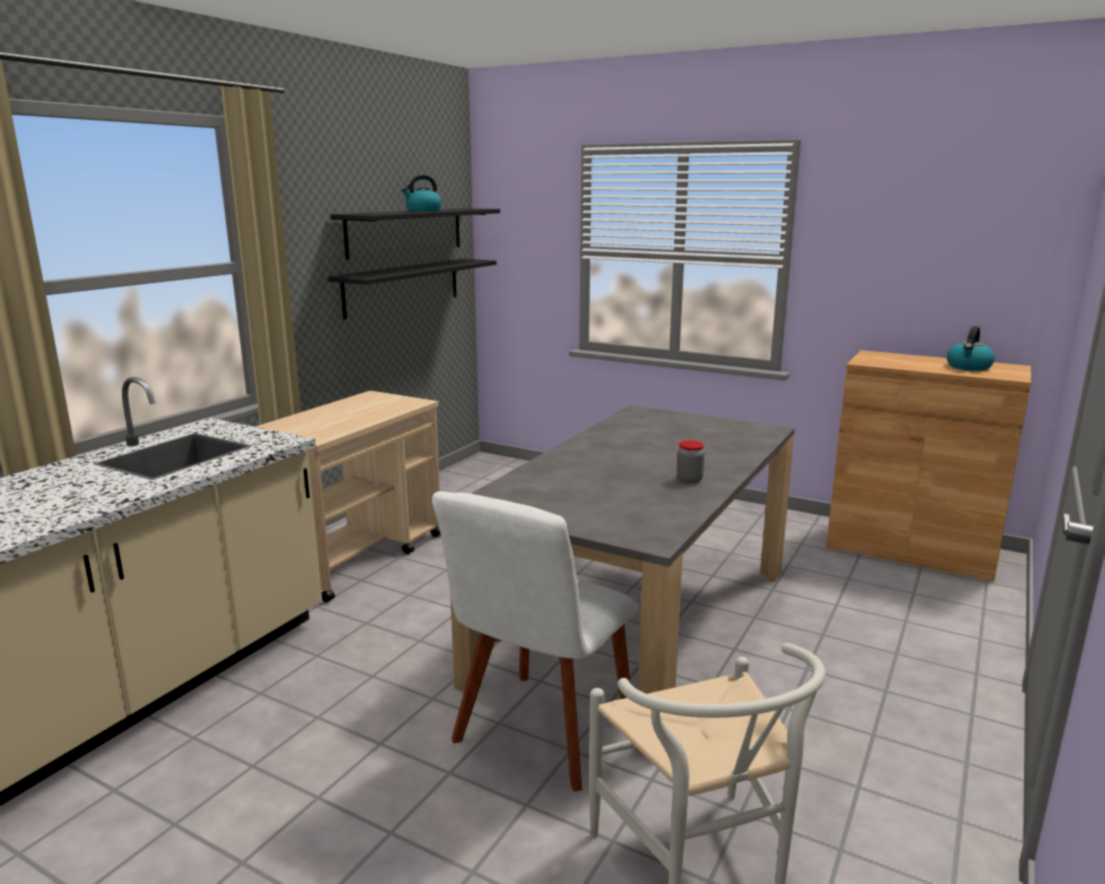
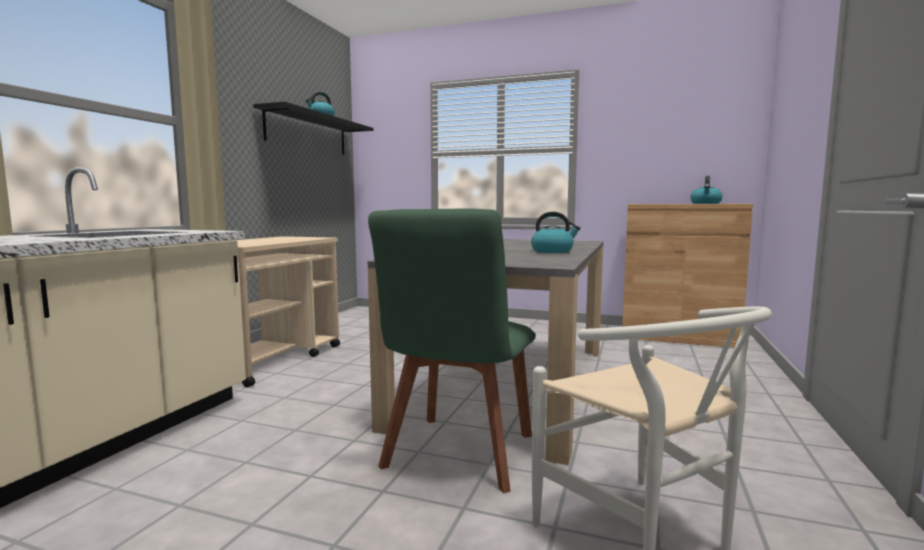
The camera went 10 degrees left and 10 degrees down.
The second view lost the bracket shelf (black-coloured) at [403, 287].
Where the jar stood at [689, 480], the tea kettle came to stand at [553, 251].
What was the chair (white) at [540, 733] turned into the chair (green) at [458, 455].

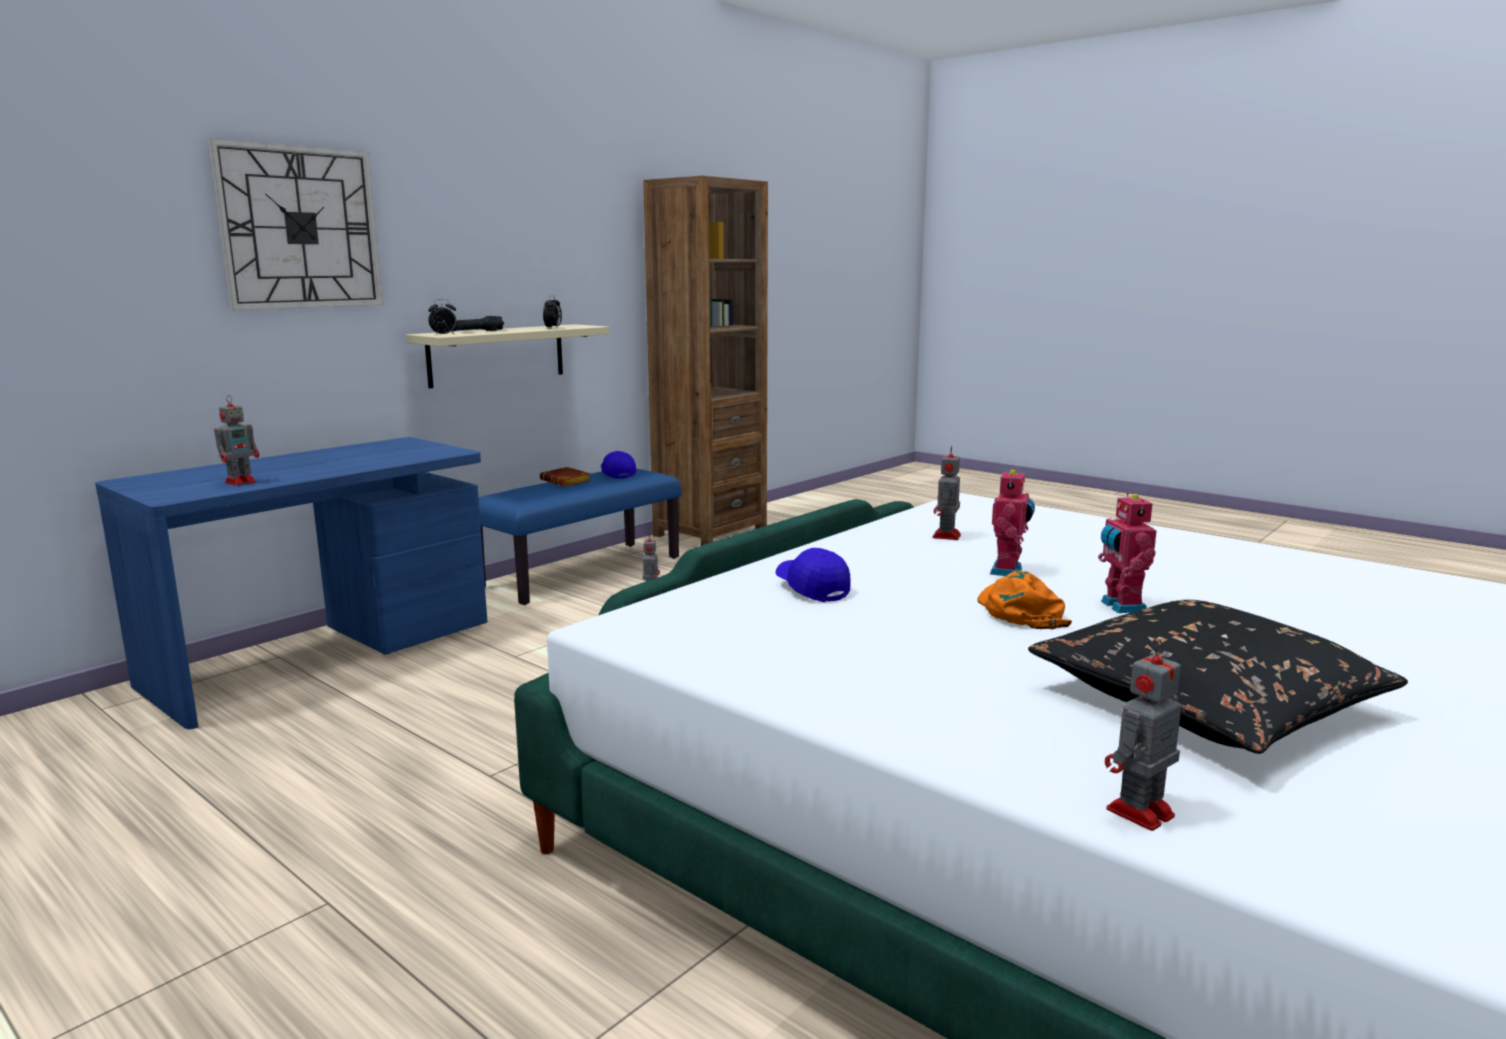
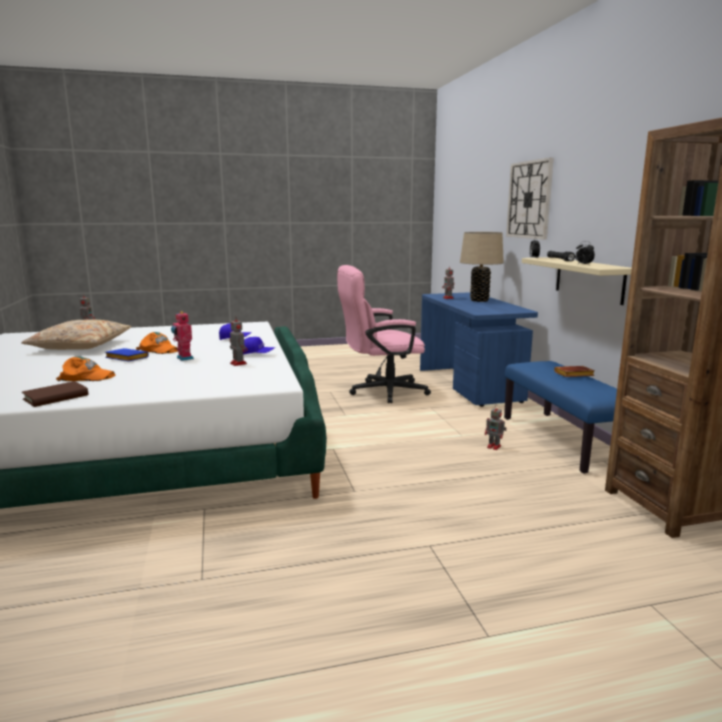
The camera went 125 degrees right and 0 degrees up.
The second view gained the bound book (brown-coloured) at [56, 397].
The second view gained the baseball cap (orange-coloured) at [86, 377].
The second view gained the computer chair (pinkish) at [381, 391].
The second view gained the table lamp (beige) at [479, 300].
The baseball cap (blue) ended up elsewhere, having gone from [617, 474] to [257, 354].
Where the toy robot stood at [1120, 606], the bound book (blue) came to stand at [125, 358].
What was the throw pillow (black-coloured) at [1207, 702] turned into the throw pillow (beige) at [80, 346].

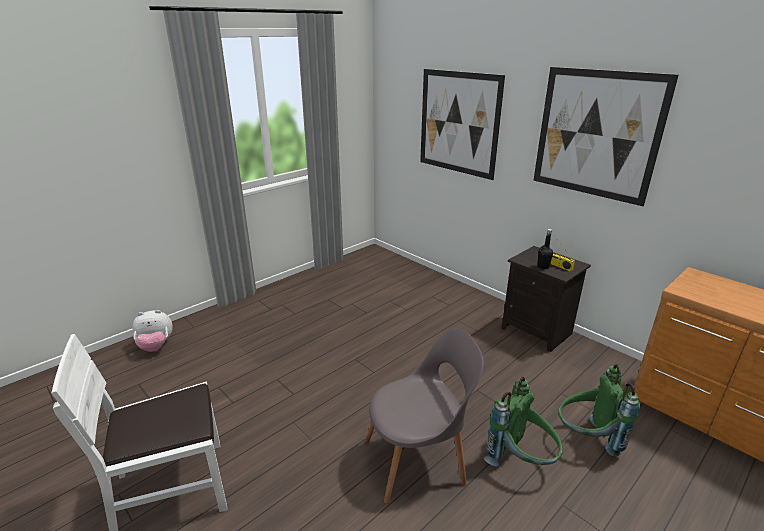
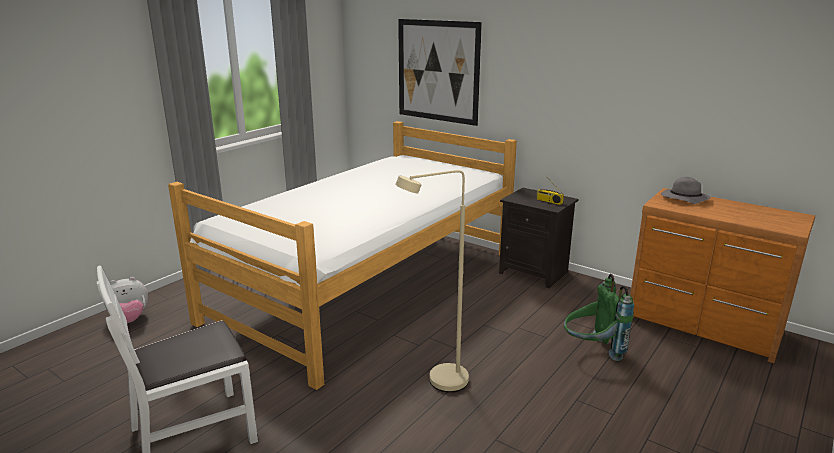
The camera went 10 degrees left and 5 degrees down.
The second view lost the knapsack (green) at [521, 461].
The second view lost the wall picture at [596, 134].
The second view lost the bottle (black-coloured) at [543, 267].
The second view gained the bedroom bed at [369, 286].
The second view gained the clothing hat (gray) at [684, 199].
Where the chair (gray) stood at [418, 460], the standing lamp (beige) came to stand at [438, 383].

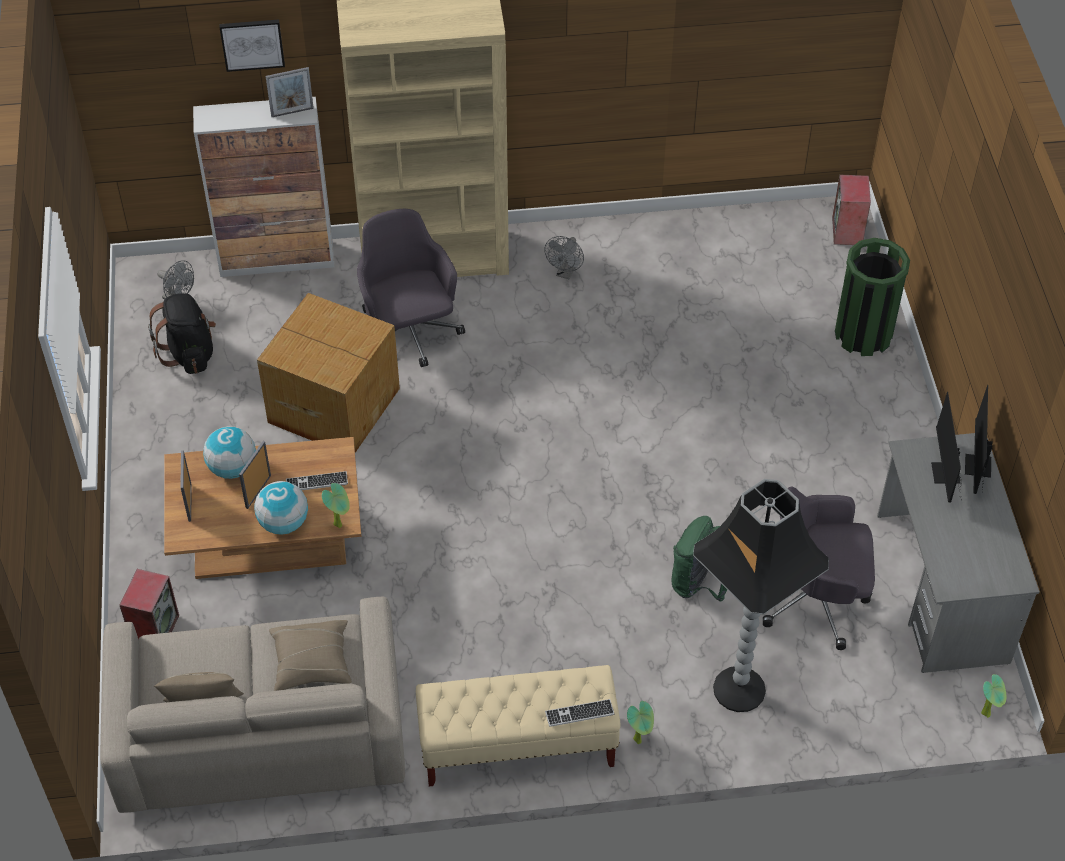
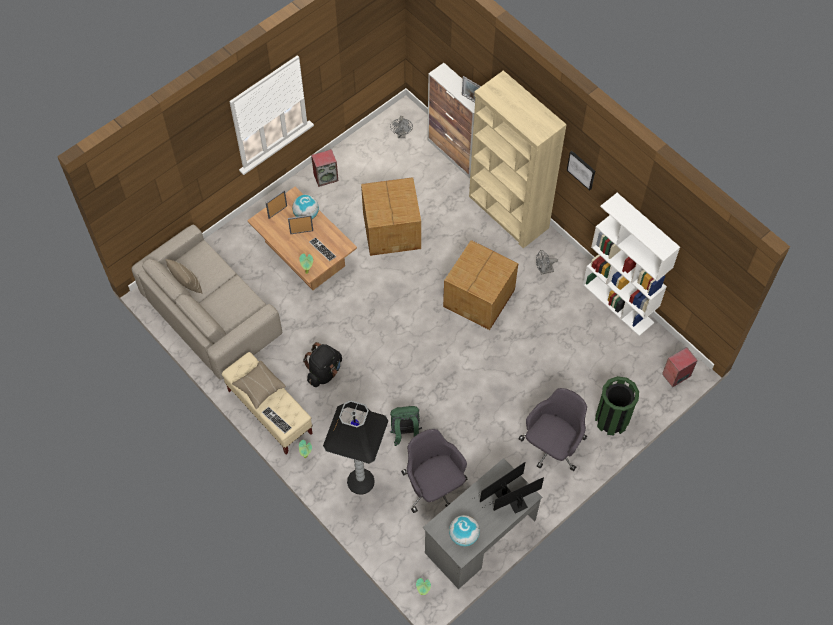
The camera went 55 degrees right and 10 degrees up.
The second view gained the cardboard box at [480, 298].
The second view gained the shelving unit (white) at [618, 303].
The audio speaker ended up elsewhere, having gone from [155, 628] to [326, 177].
The knapsack (black-coloured) ended up elsewhere, having gone from [189, 353] to [324, 372].
The wall picture ended up elsewhere, having gone from [252, 44] to [581, 169].
The globe ended up elsewhere, having gone from [284, 523] to [464, 535].
The throw pillow (beige) ended up elsewhere, having gone from [311, 663] to [259, 387].
The computer chair (gray) ended up elsewhere, having gone from [409, 334] to [552, 446].

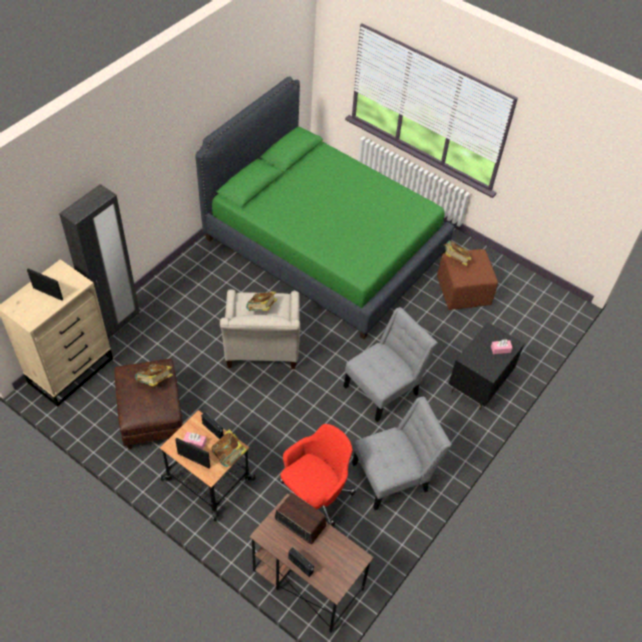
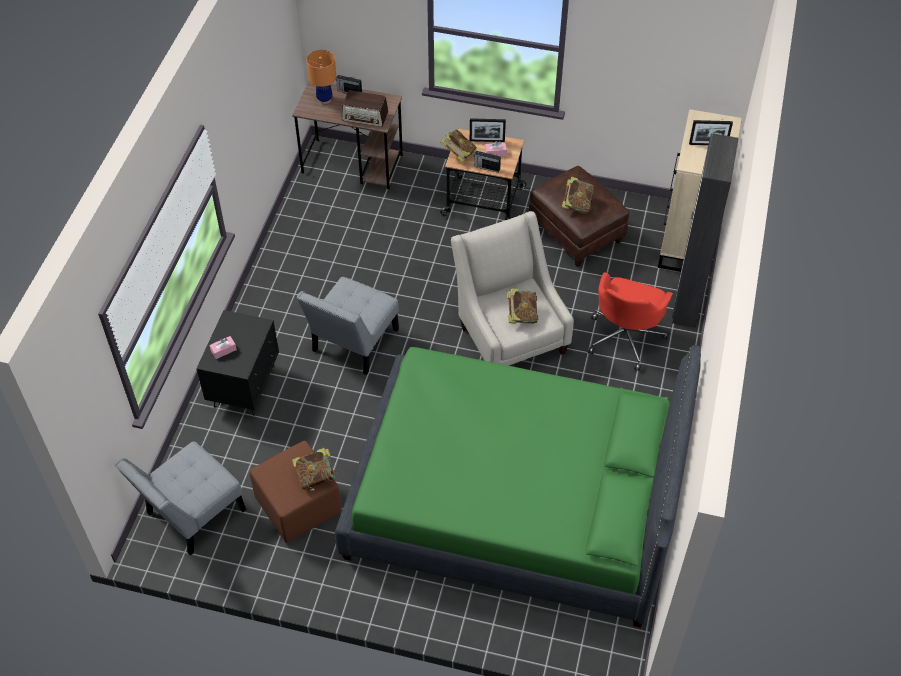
The camera went 160 degrees right and 0 degrees up.
The second view gained the table lamp (orange-coloured) at [324, 99].
The computer chair (red-coloured) ended up elsewhere, having gone from [315, 495] to [625, 337].
The chair (gray) ended up elsewhere, having gone from [394, 475] to [191, 515].

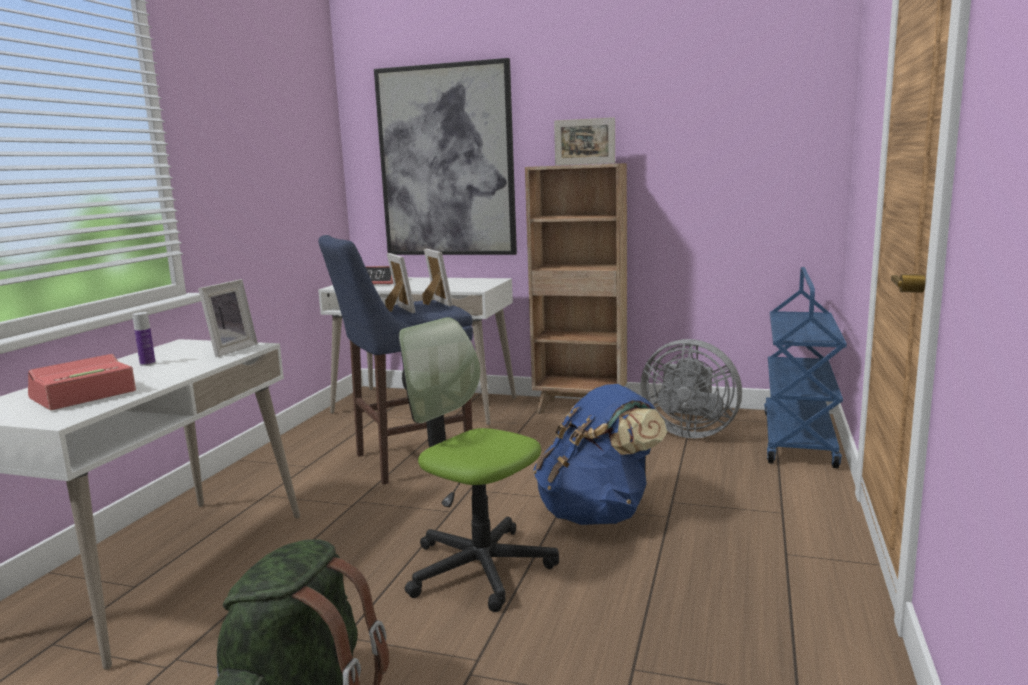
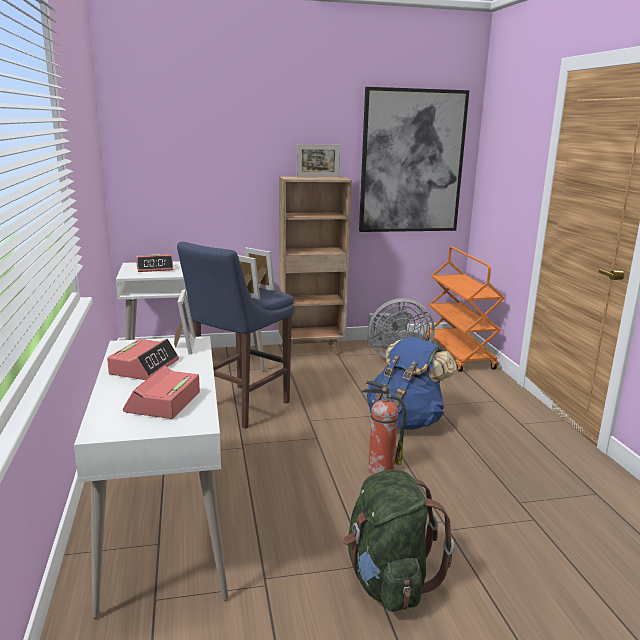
The camera went 30 degrees left and 5 degrees up.
The wall picture ended up elsewhere, having gone from [447, 161] to [412, 162].
Where the bottle stood at [147, 364], the table clock came to stand at [144, 367].
Where the computer chair stood at [479, 568], the fire-fighting cylinder came to stand at [379, 469].
What was the trolley (blue) at [799, 440] turned into the trolley (orange-coloured) at [459, 354].

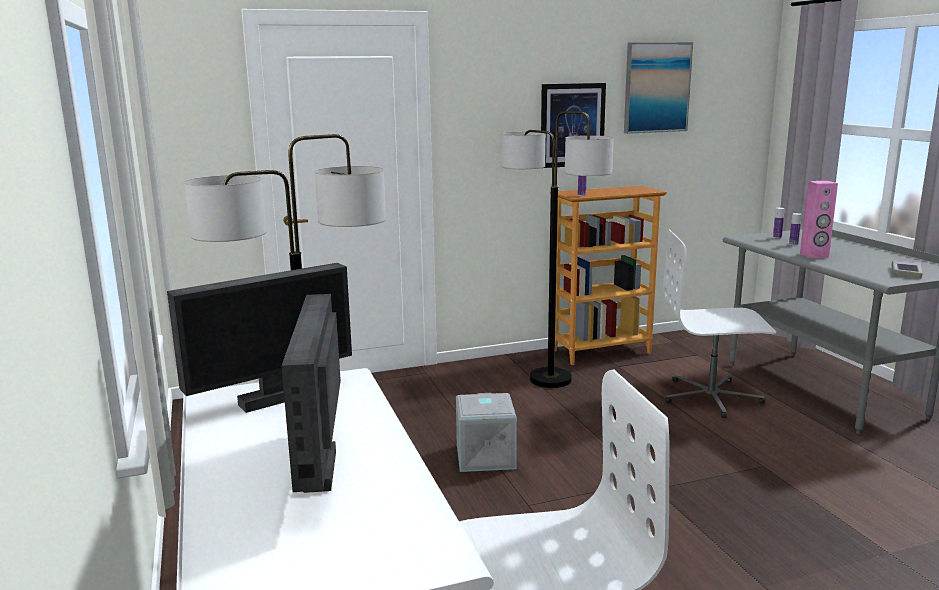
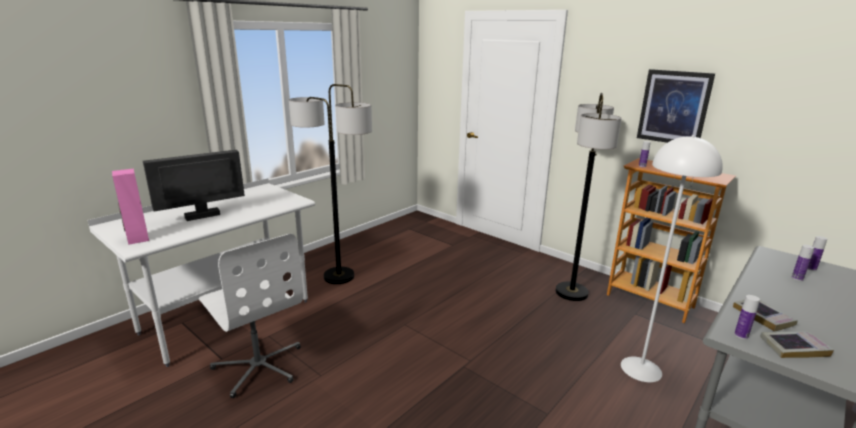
The camera went 60 degrees right and 5 degrees up.
The second view lost the computer display at [272, 400].
The second view lost the storage box (gray) at [484, 456].
The second view lost the wall picture at [656, 87].
The second view gained the bound book at [763, 317].
The second view gained the bottle at [741, 335].
The audio speaker (pinkish) ended up elsewhere, having gone from [814, 255] to [137, 239].
Where the computer chair (white) stood at [711, 397], the standing lamp (white) came to stand at [641, 368].

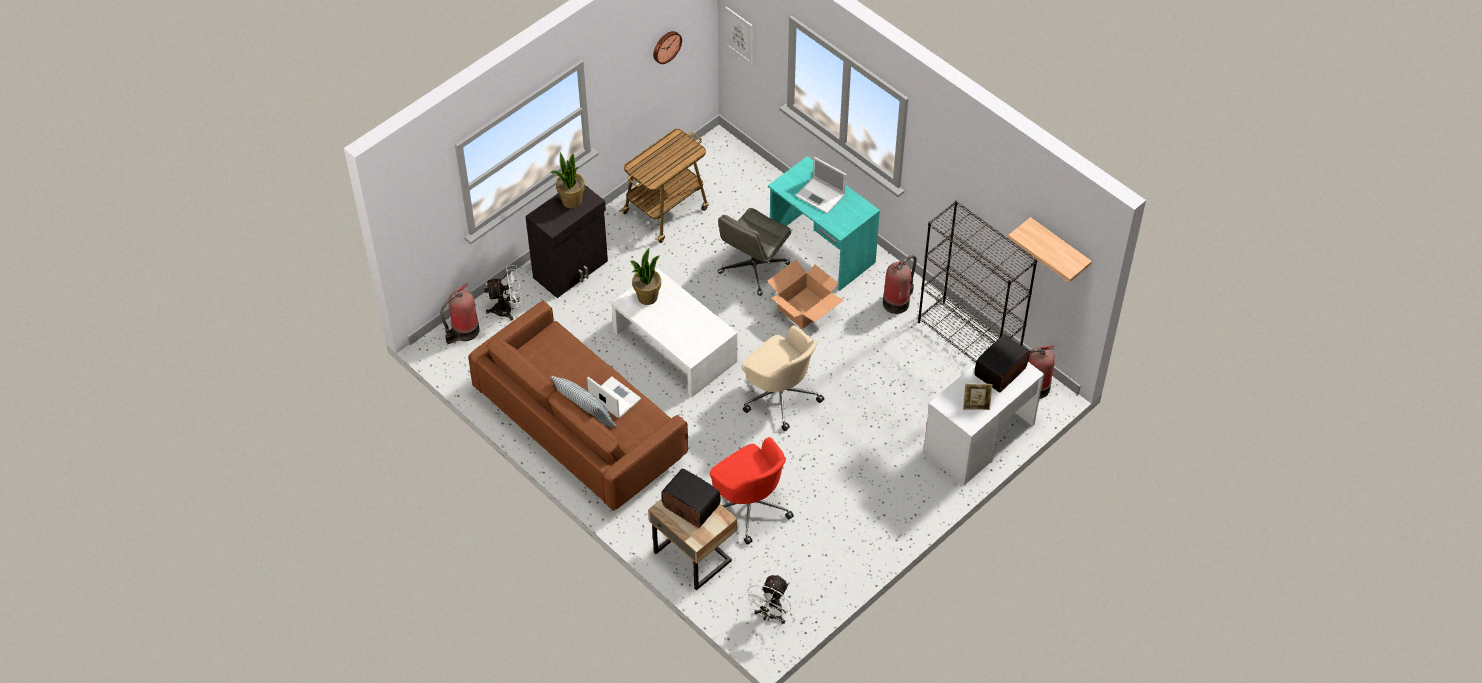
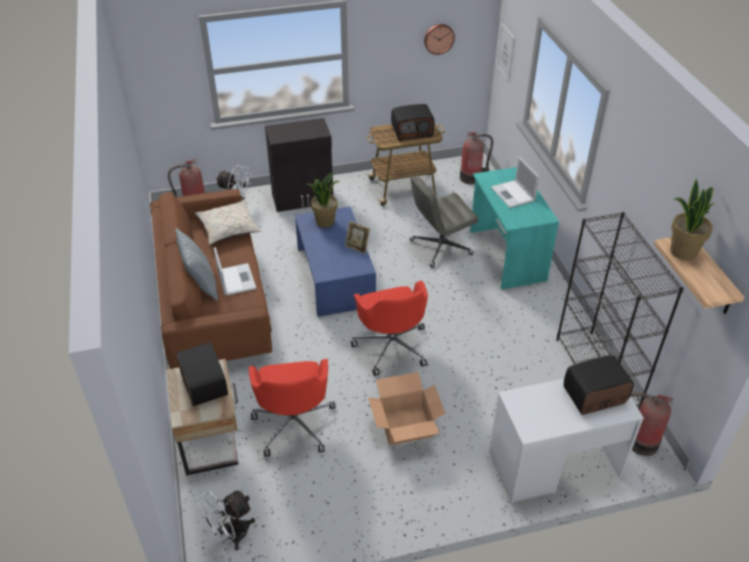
The camera went 30 degrees right and 10 degrees down.
The second view gained the throw pillow (beige) at [228, 229].
The second view gained the radio set at [412, 132].
The potted plant ended up elsewhere, having gone from [571, 201] to [682, 251].
The cardboard box ended up elsewhere, having gone from [804, 308] to [406, 426].
The fire-fighting cylinder ended up elsewhere, having gone from [897, 302] to [472, 177].
The photo frame ended up elsewhere, having gone from [976, 405] to [357, 247].
What was the low table (white) at [674, 347] turned into the low table (blue) at [334, 276].
What was the computer chair (beige) at [780, 395] turned into the computer chair (red-coloured) at [391, 346].

